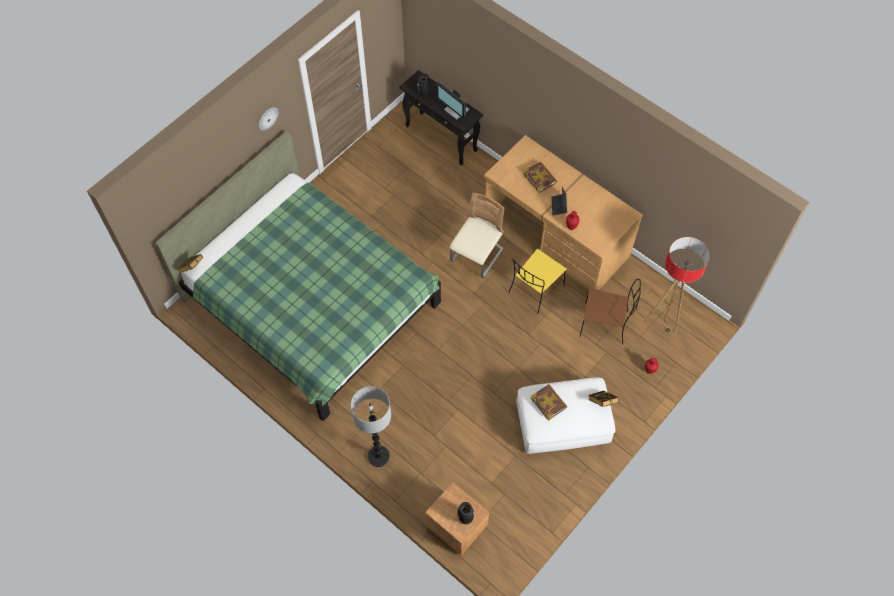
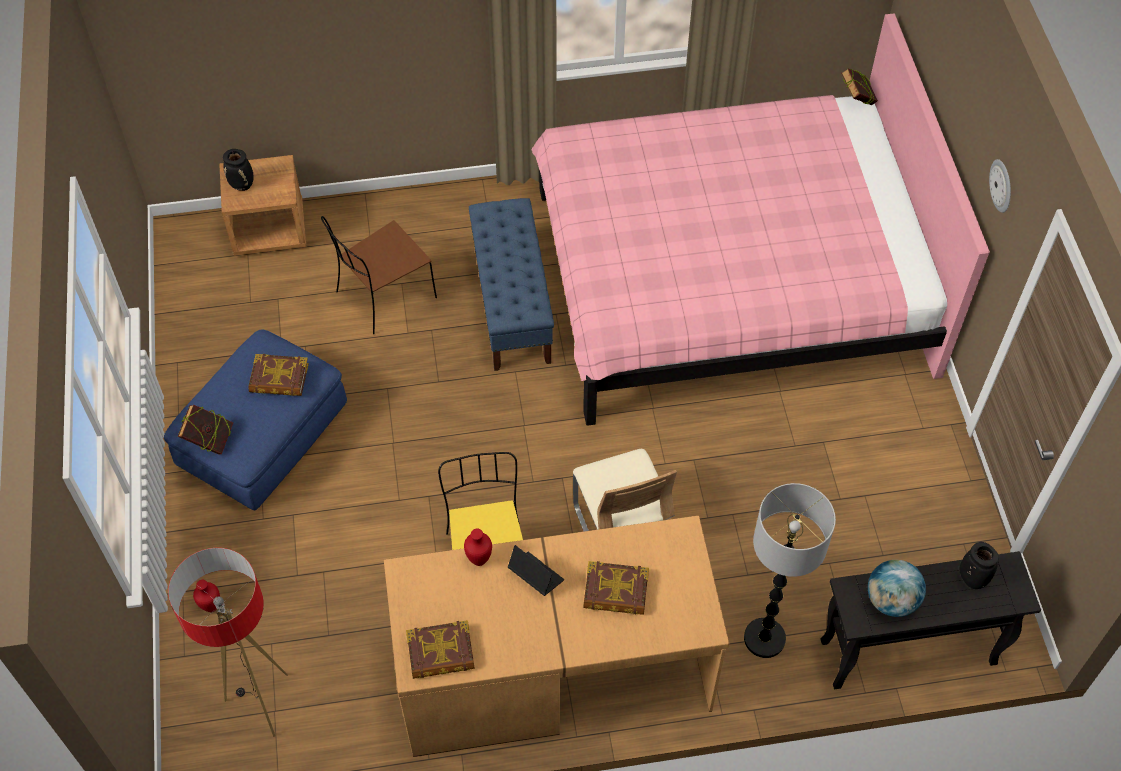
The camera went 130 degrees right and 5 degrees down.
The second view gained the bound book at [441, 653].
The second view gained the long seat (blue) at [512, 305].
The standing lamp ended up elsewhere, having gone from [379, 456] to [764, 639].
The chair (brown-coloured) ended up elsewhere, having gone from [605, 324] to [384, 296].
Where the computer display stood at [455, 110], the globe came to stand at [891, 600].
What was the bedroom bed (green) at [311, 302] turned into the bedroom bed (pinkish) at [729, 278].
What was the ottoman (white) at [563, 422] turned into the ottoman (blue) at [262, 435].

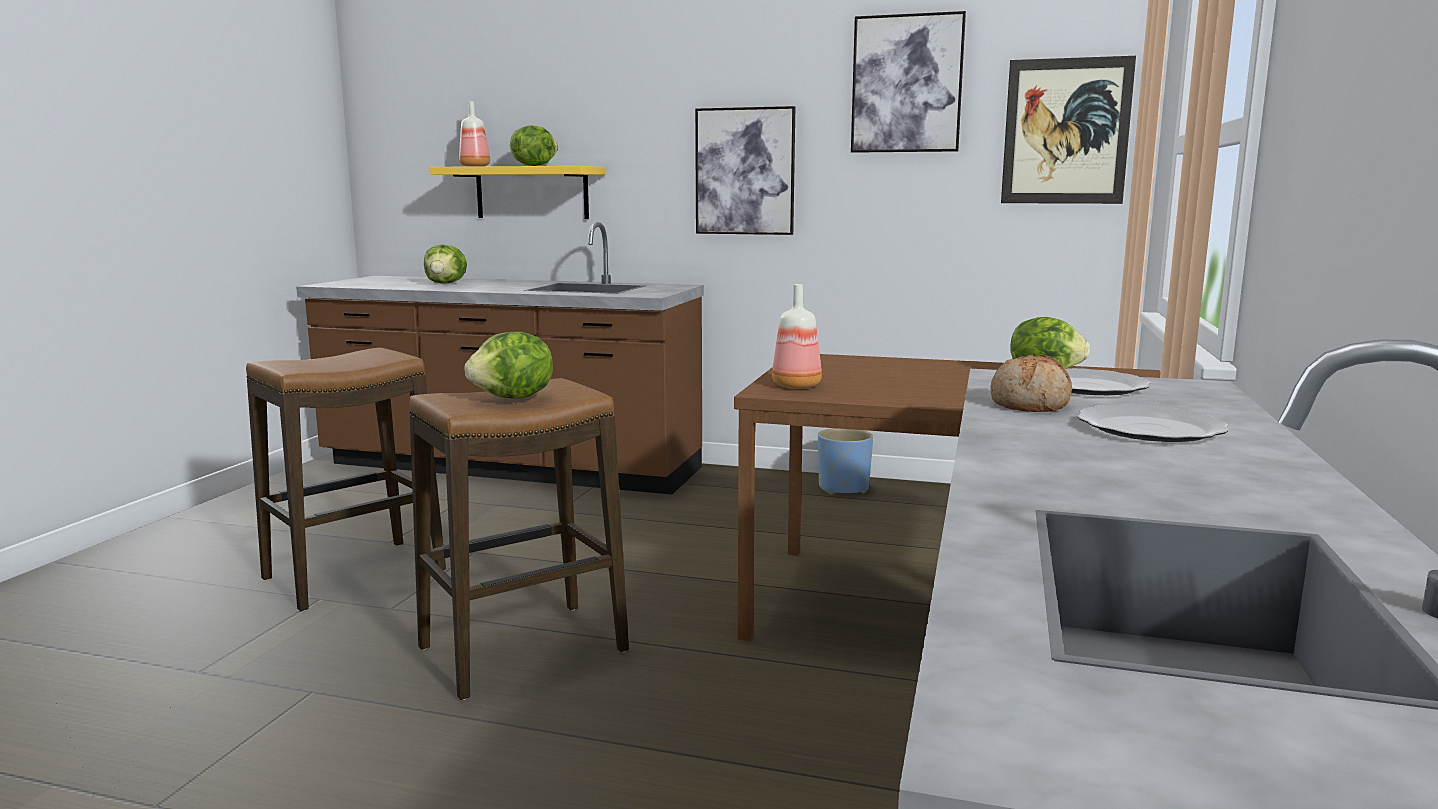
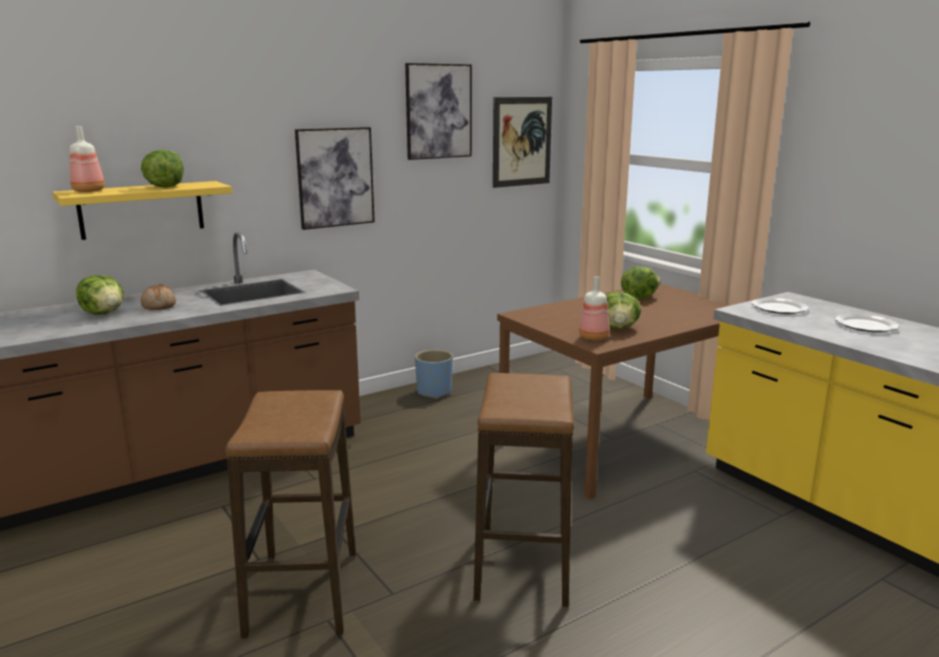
The camera went 50 degrees left and 5 degrees up.
The lettuce ended up elsewhere, having gone from [514, 398] to [619, 328].
The bakery bread ended up elsewhere, having gone from [1032, 404] to [159, 305].

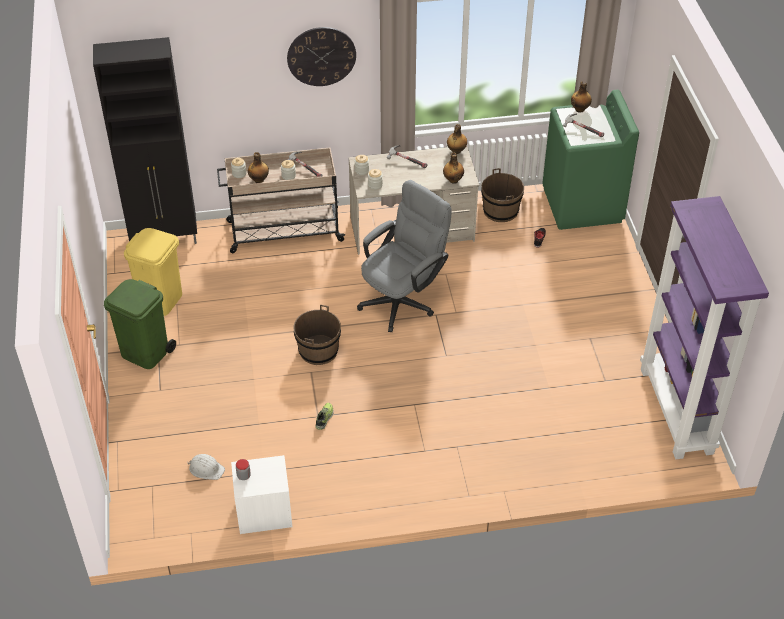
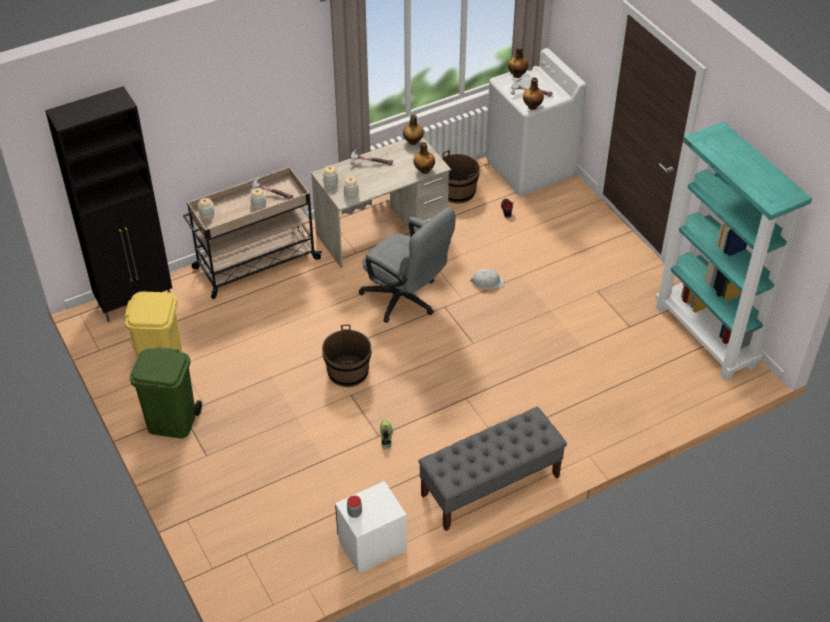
The camera went 20 degrees left and 0 degrees up.
The second view lost the hanging clock at [321, 56].
The second view gained the long seat (gray) at [490, 486].
The safety helmet (white) ended up elsewhere, having gone from [206, 469] to [487, 282].
The bottle ended up elsewhere, having gone from [259, 180] to [532, 106].
What was the laundry machine (green) at [582, 205] turned into the laundry machine (white) at [530, 168].
What was the shelving unit (purple-coloured) at [677, 411] turned into the shelving unit (turquoise-coloured) at [706, 336].
The computer chair (gray) at [403, 299] ended up facing another way, 105 degrees clockwise from before.

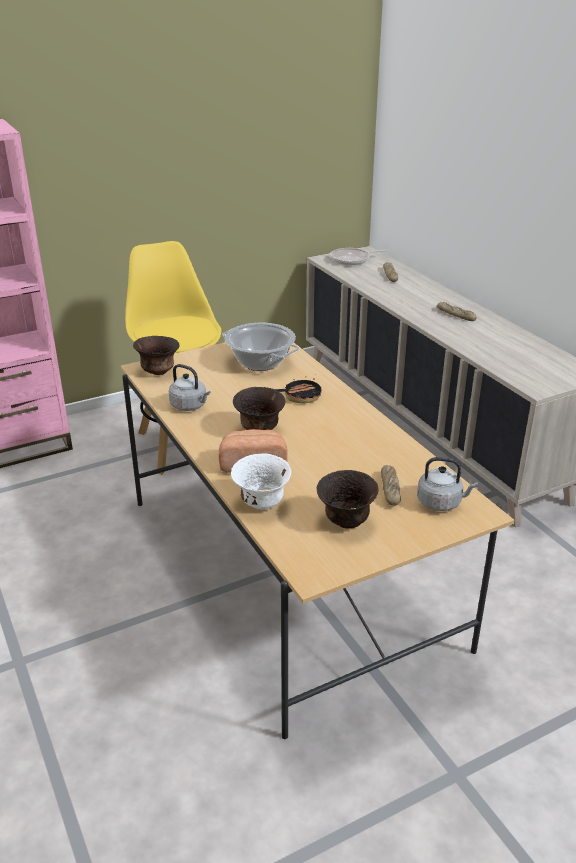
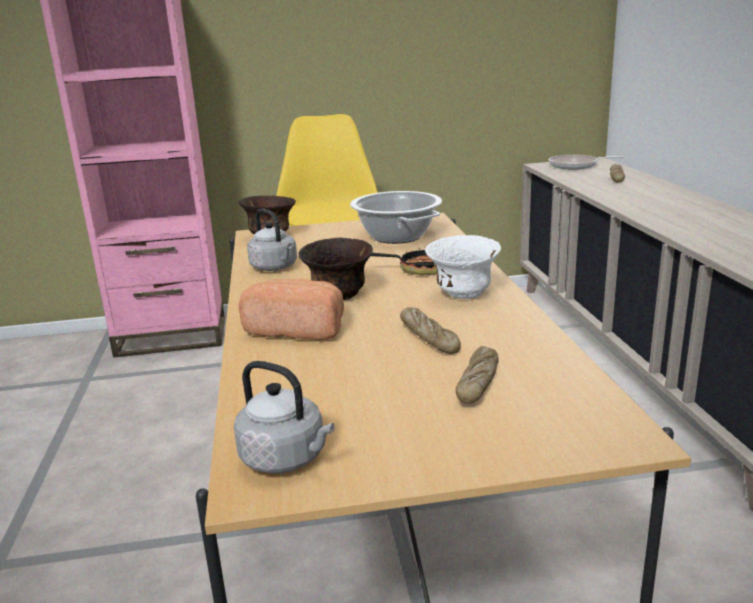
The camera went 20 degrees right and 10 degrees down.
The second view lost the serving bowl (brown-coloured) at [346, 521].
The serving bowl (white) ended up elsewhere, having gone from [262, 503] to [463, 294].
The tea kettle (gray) ended up elsewhere, having gone from [441, 503] to [286, 459].
The bakery bread ended up elsewhere, having gone from [455, 315] to [429, 337].

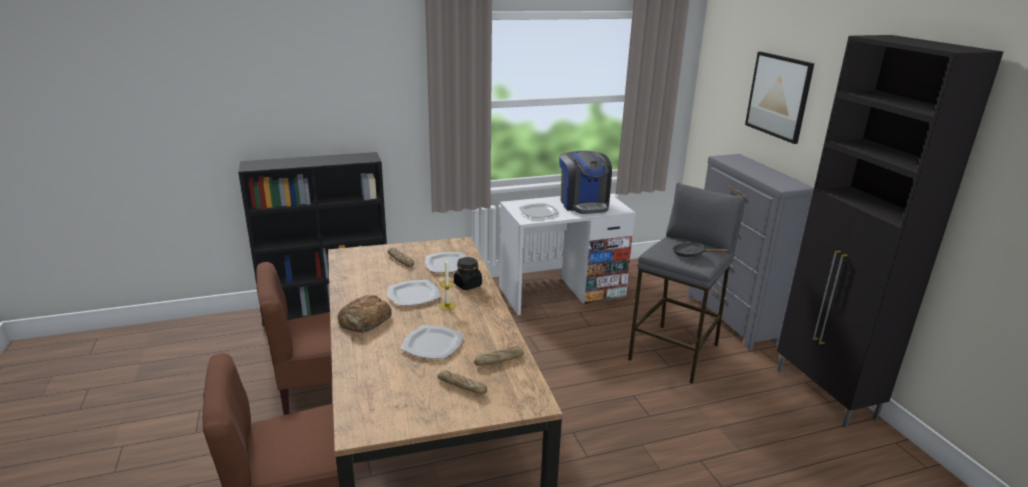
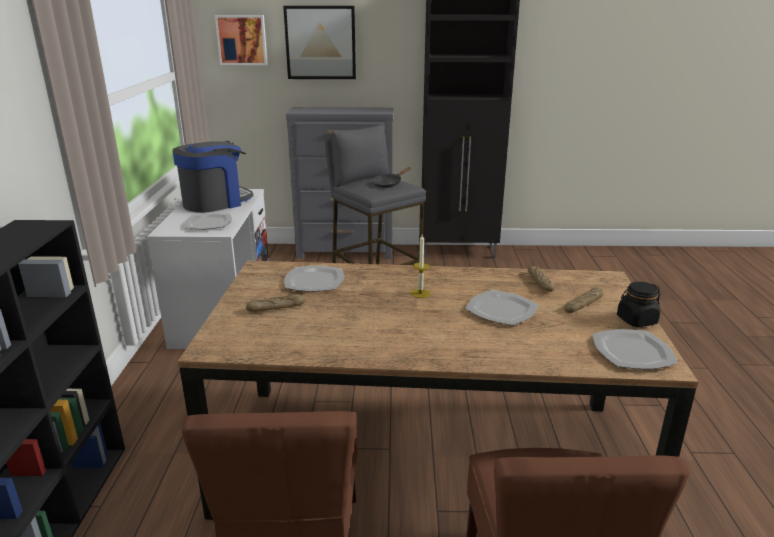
The camera went 70 degrees left and 0 degrees up.
The second view lost the bakery bread at [364, 320].
The second view gained the wall picture at [242, 40].
The plate ended up elsewhere, having gone from [413, 295] to [632, 352].
The jar (black-coloured) ended up elsewhere, having gone from [467, 285] to [636, 320].
The coffee brewer at [583, 204] ended up facing another way, 45 degrees counterclockwise from before.

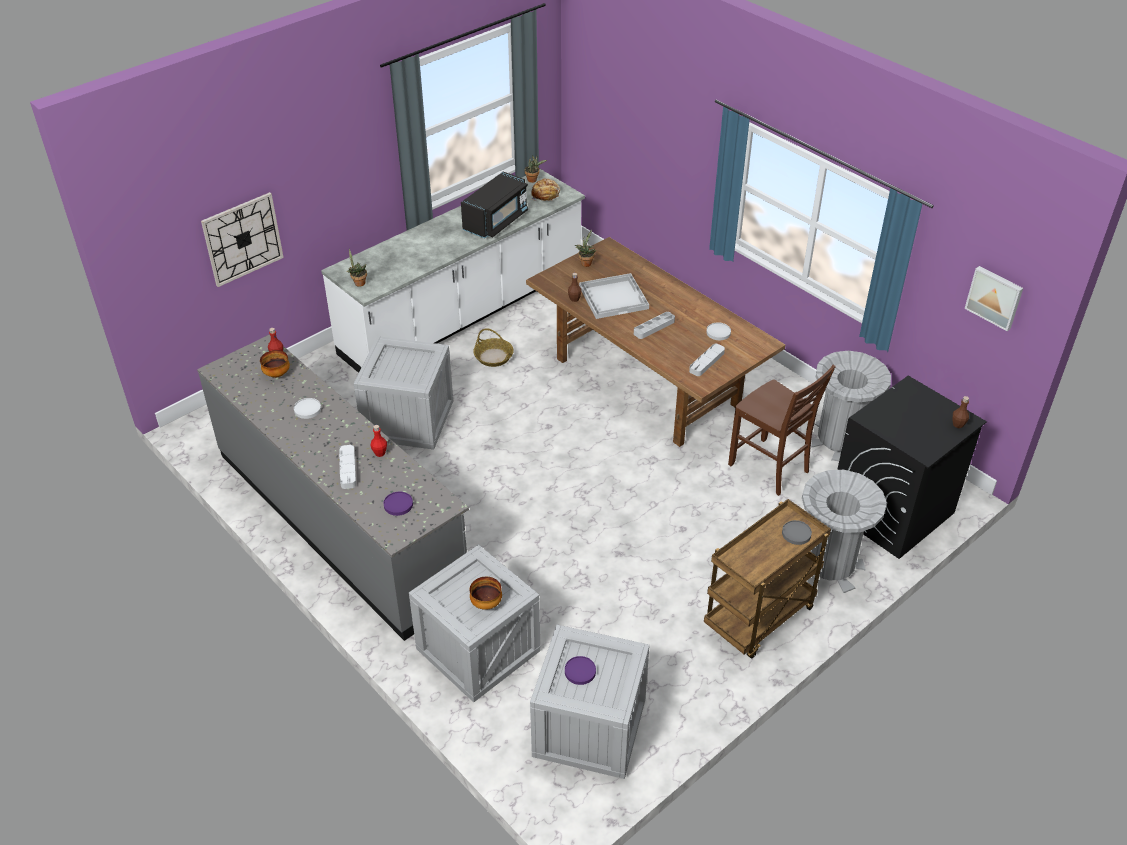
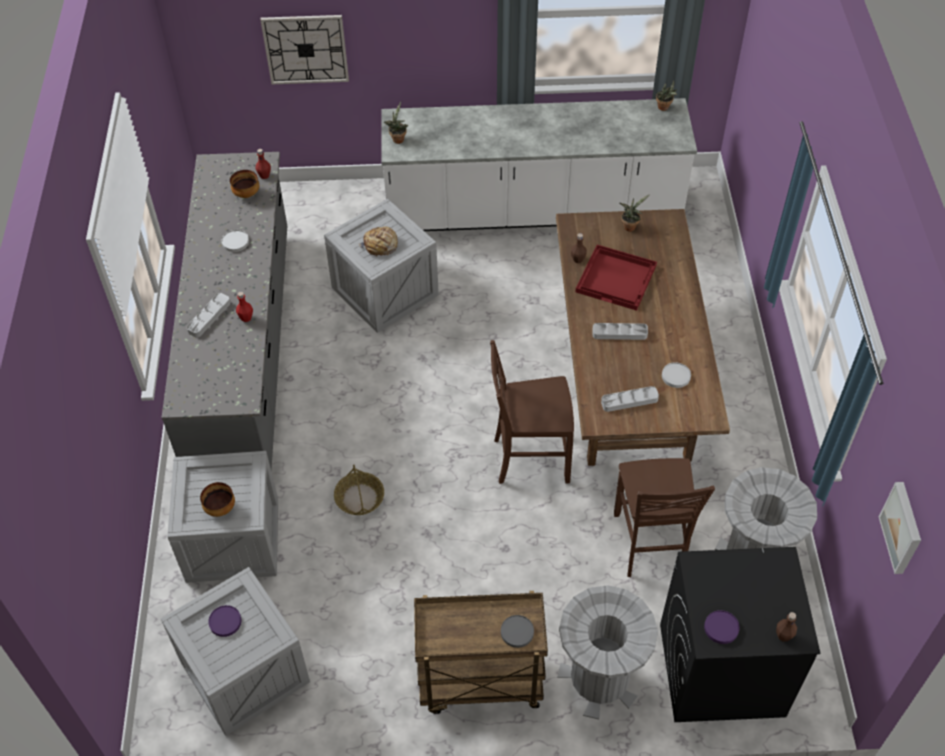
The camera went 40 degrees right and 10 degrees up.
The second view lost the kitchen microwave (black-coloured) at [496, 221].
The second view gained the chair (brown-coloured) at [529, 459].
The plate (purple-coloured) ended up elsewhere, having gone from [398, 504] to [721, 628].
The storage basket ended up elsewhere, having gone from [493, 357] to [359, 498].
The bakery bread ended up elsewhere, having gone from [545, 195] to [380, 246].
What was the tray (white) at [614, 297] turned into the tray (red-coloured) at [617, 278].

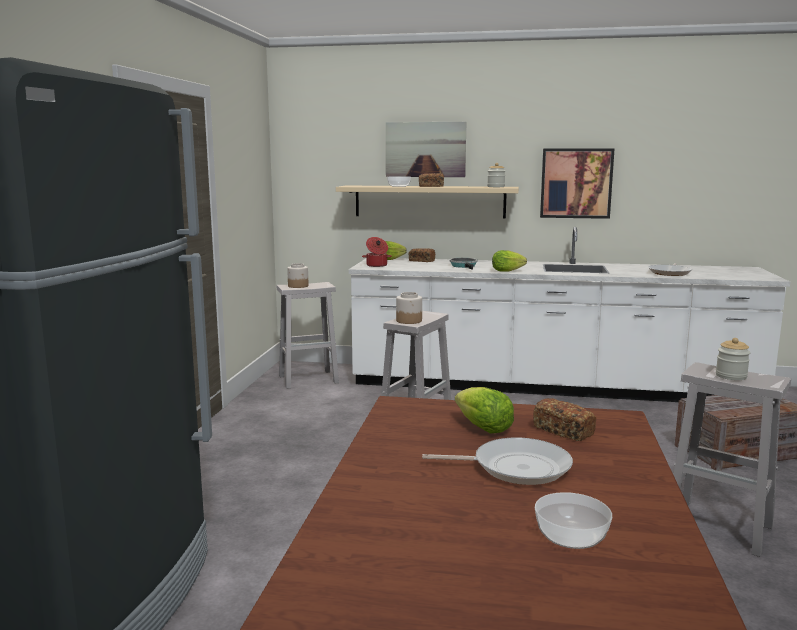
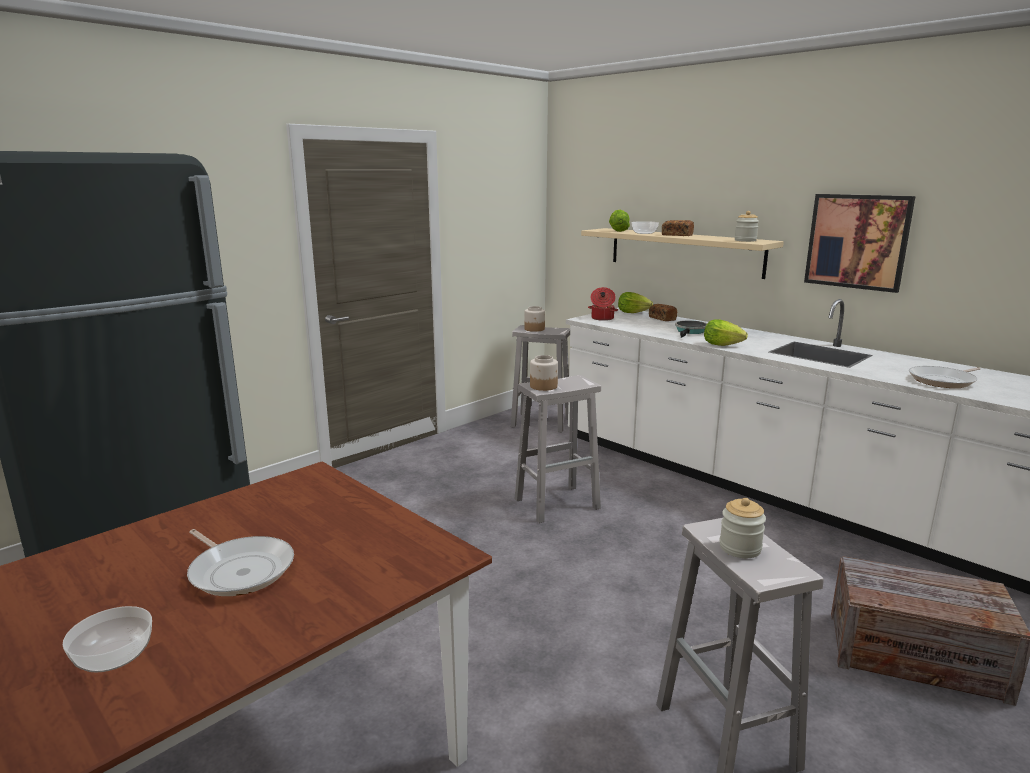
The camera went 35 degrees right and 5 degrees up.
The second view lost the wall picture at [425, 149].
The second view lost the bakery bread at [563, 431].
The lettuce ended up elsewhere, having gone from [483, 428] to [617, 231].

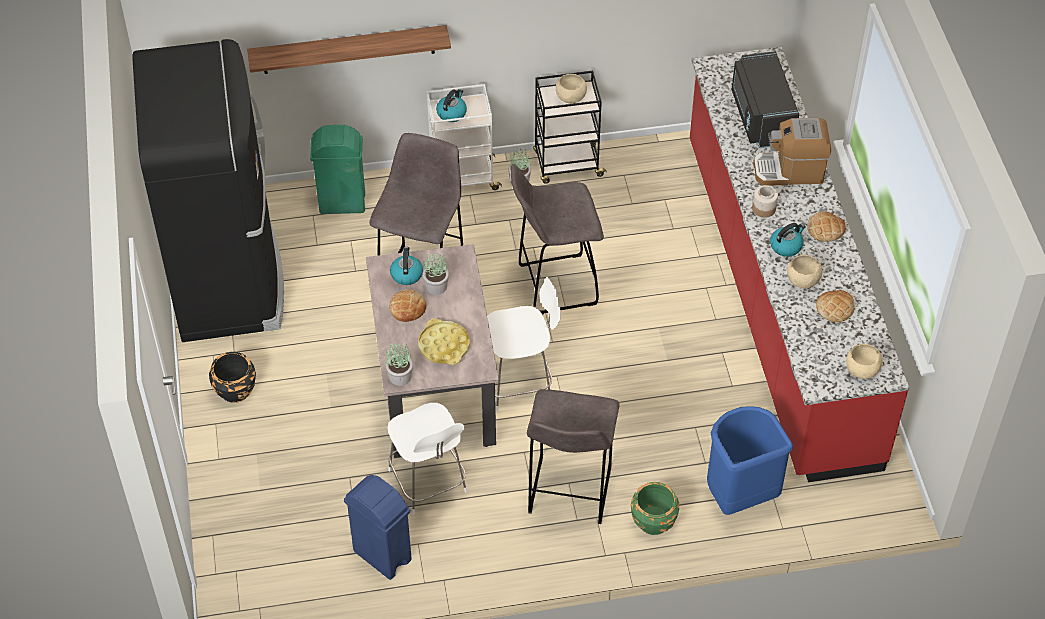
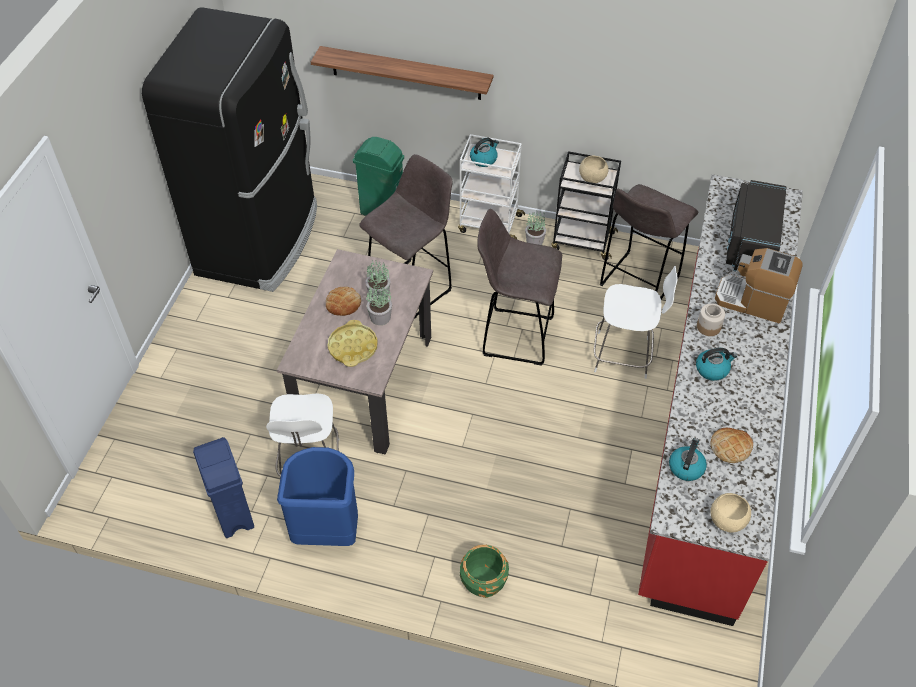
The camera went 25 degrees right and 0 degrees up.
The second view lost the planter (black-coloured) at [235, 390].
The second view lost the serving bowl (beige) at [803, 280].
The second view lost the bakery bread at [825, 229].
The potted plant ended up elsewhere, having gone from [400, 376] to [381, 317].
The tea kettle ended up elsewhere, having gone from [406, 274] to [686, 467].
The chair (white) ended up elsewhere, having gone from [519, 382] to [624, 355].
The stool seat (gray) ended up elsewhere, having gone from [569, 493] to [637, 283].
The rubbish bin (blue) ended up elsewhere, having gone from [739, 496] to [327, 531].

